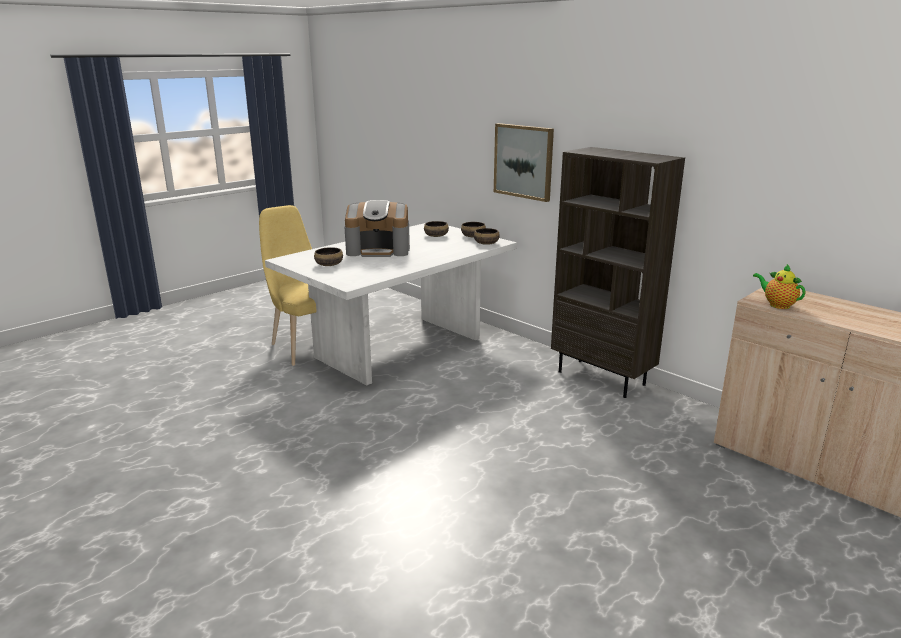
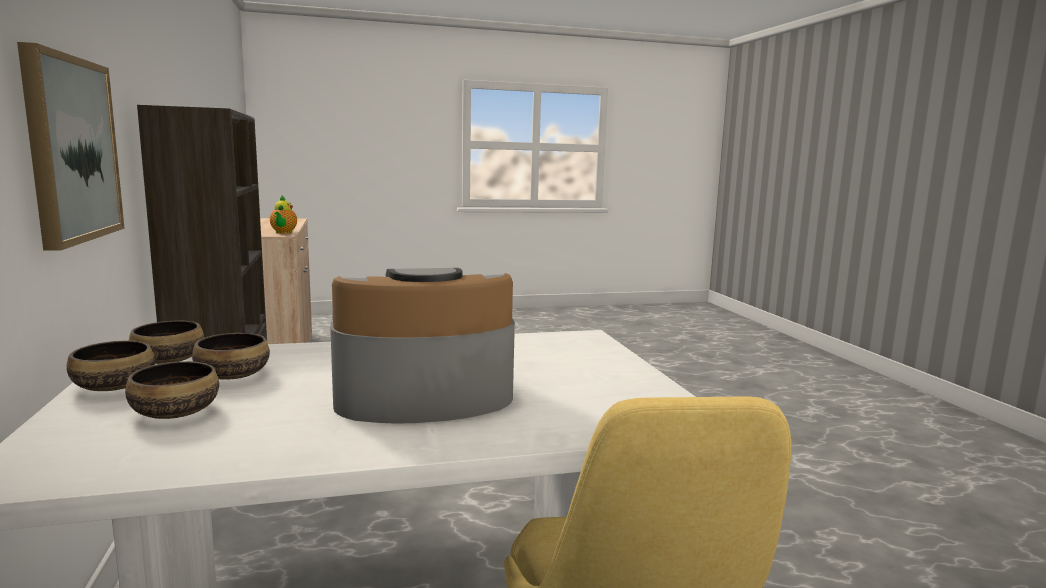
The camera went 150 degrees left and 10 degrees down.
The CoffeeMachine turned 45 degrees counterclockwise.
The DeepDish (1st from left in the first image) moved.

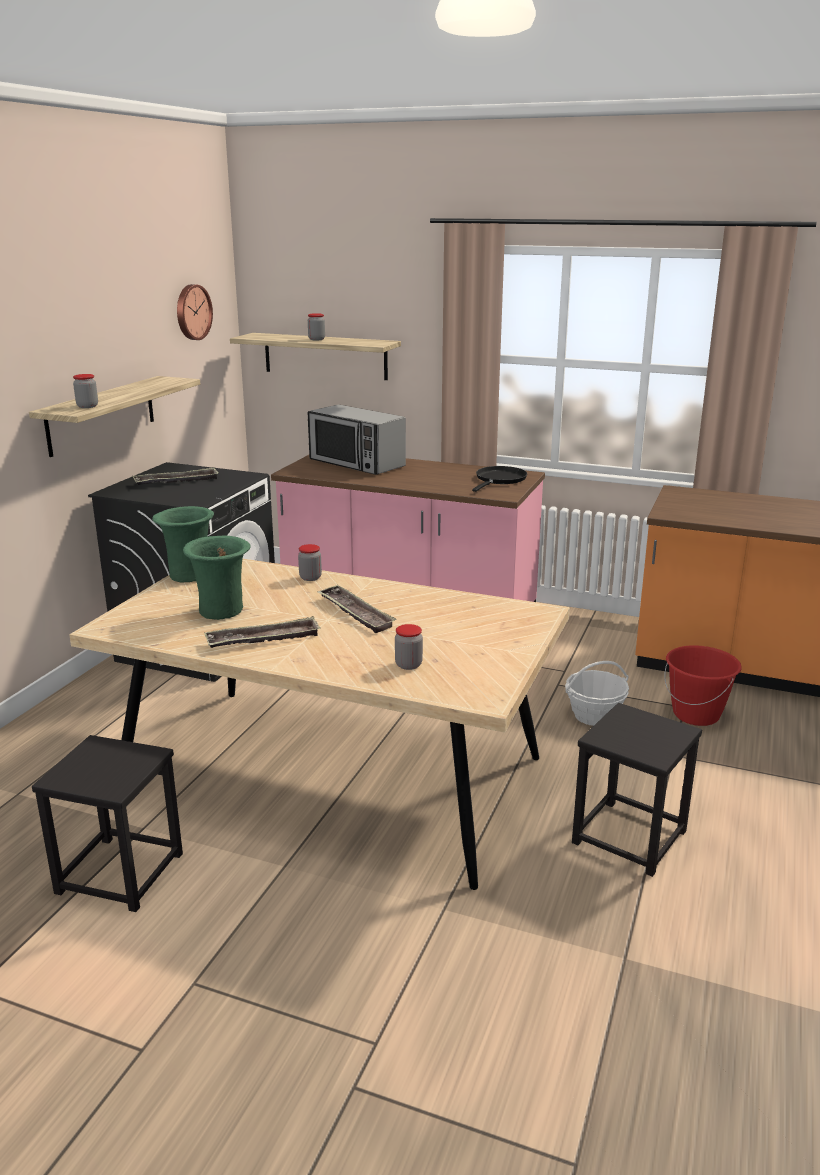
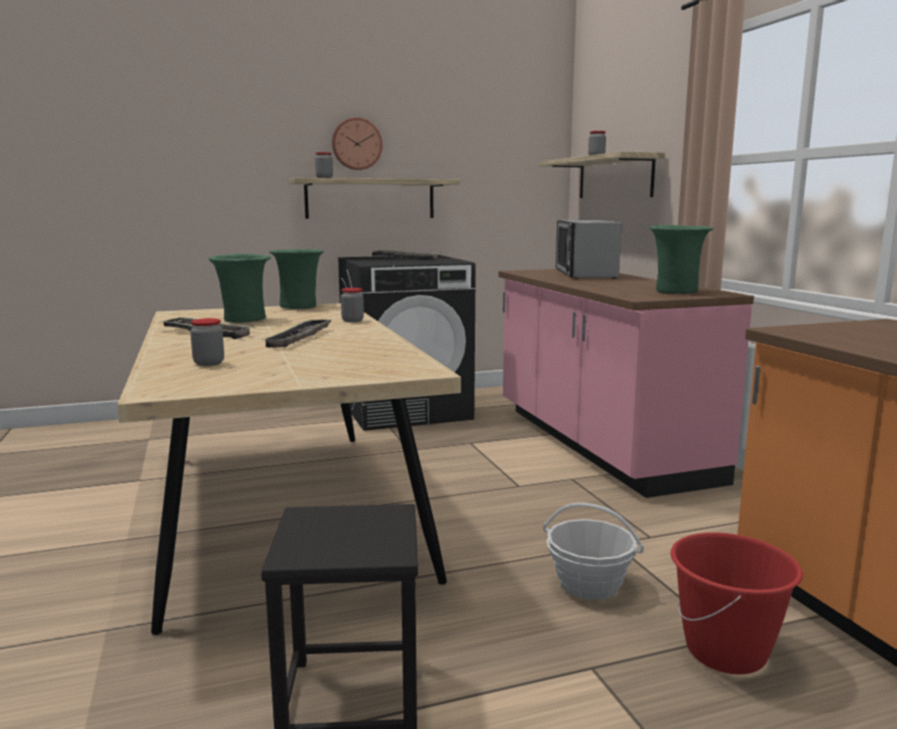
The camera went 50 degrees right and 10 degrees down.
The WallClock moved.
The BlackColouredSkillet was replaced by the GreenVase (3rd from left).
The BlackColouredStool (1st from left) disappeared.

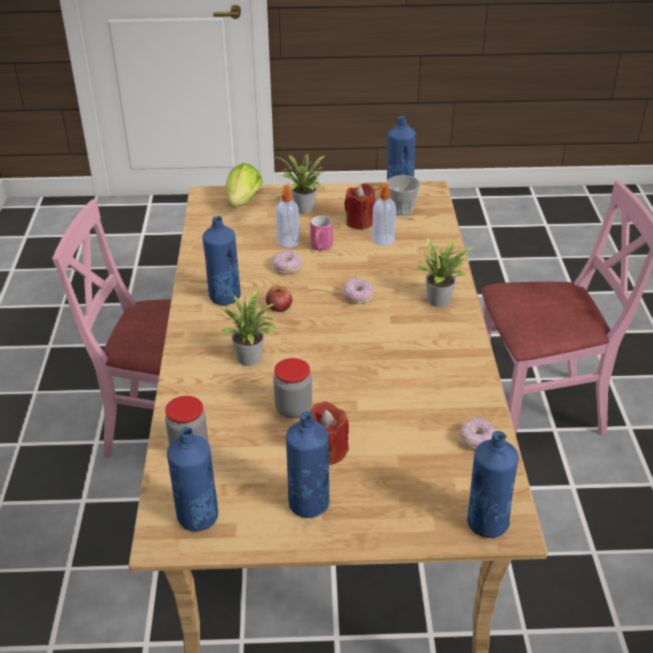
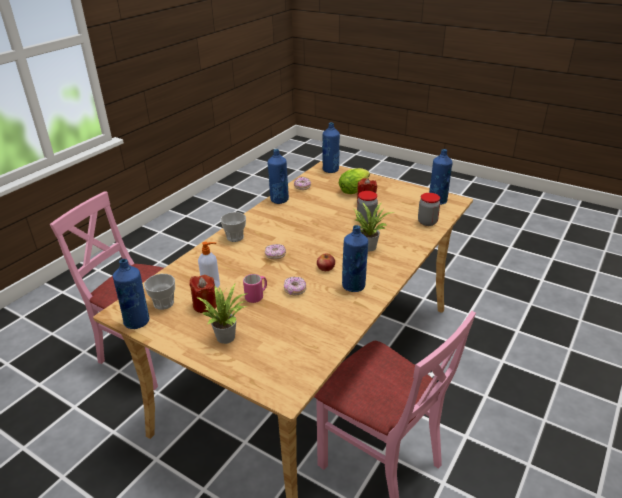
The camera went 145 degrees left and 5 degrees down.
The HeadOfLettuce moved.
The SoapDispenser (1st from left) disappeared.
The PottedPlant (3rd from left) was replaced by the DrinkingCup (2nd from left).
The BluishBeverageBottle (3rd from left in the first image) moved.

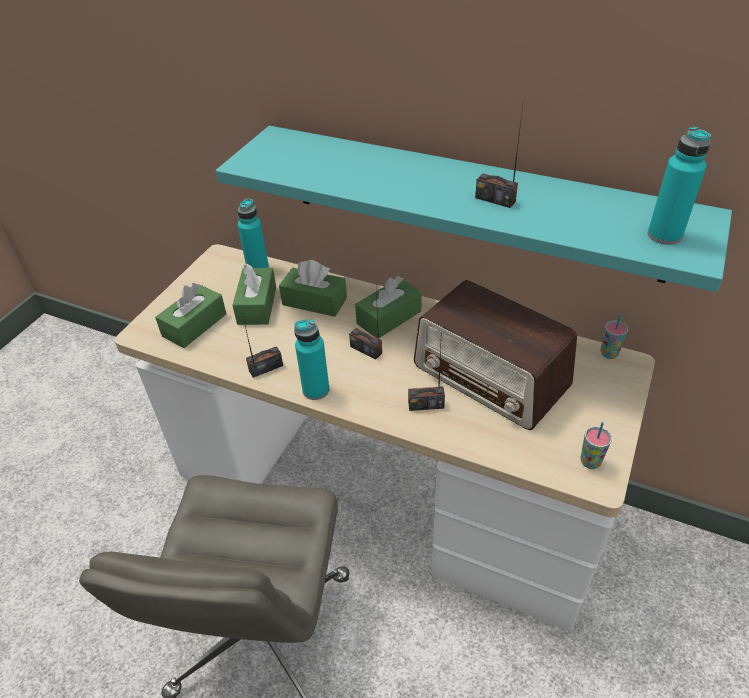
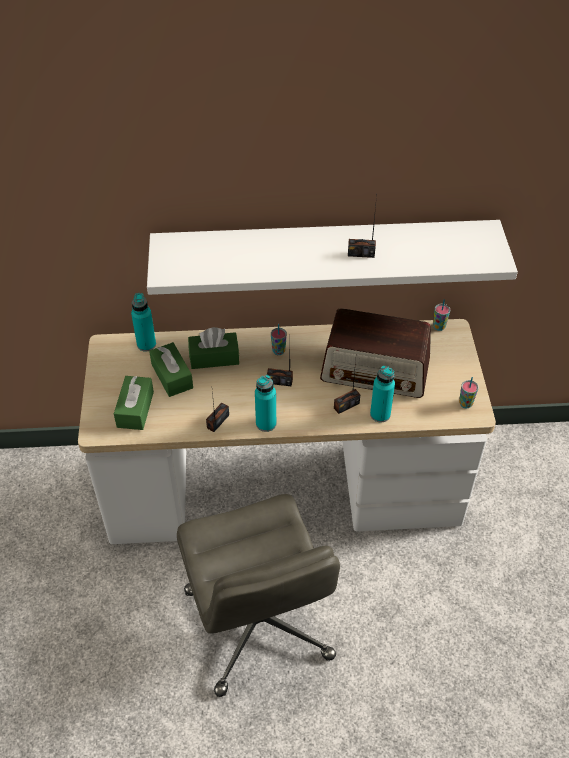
The camera went 30 degrees left and 5 degrees up.
The BlueGreenShelf became the WhiteShelf.
The BlueGreenBeverageBottle (3rd from left) moved.
The GreenBoxOfTissues (4th from left) was replaced by the DrinkingCup (1st from left).

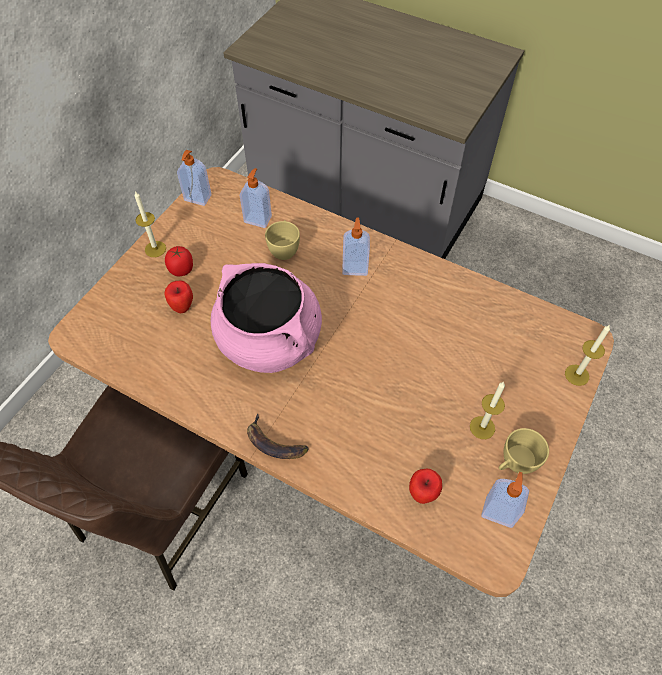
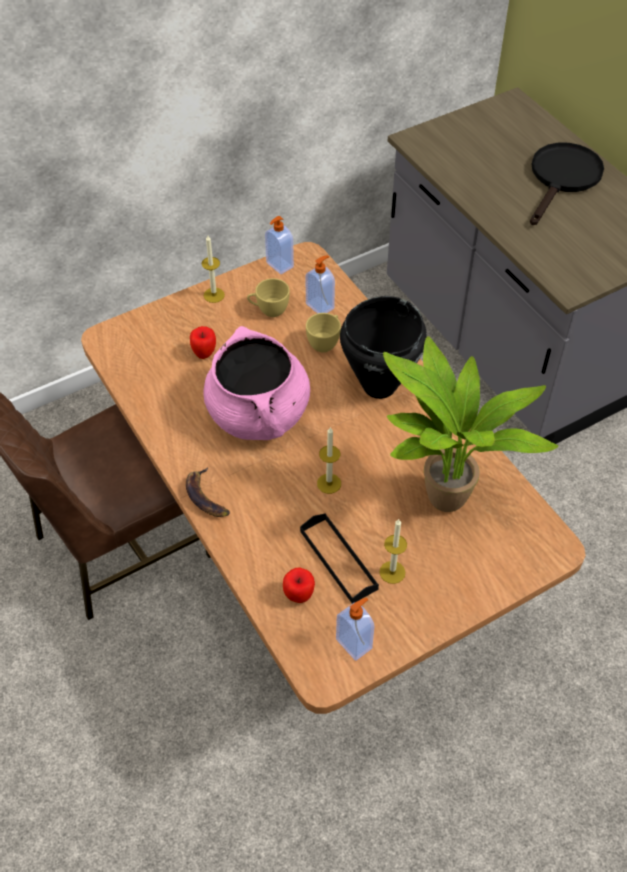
The camera went 30 degrees right and 5 degrees down.
The SoapDispenser (3rd from left) was replaced by the BlackColouredCookingPot.
The Tomato disappeared.
The Candle (3rd from left in the first image) moved.
The YellowDrinkingCup (2nd from left in the first image) moved.
The BlackColouredSkillet appeared.
The PottedPlant appeared.
The BlackColouredCarryingTray appeared.

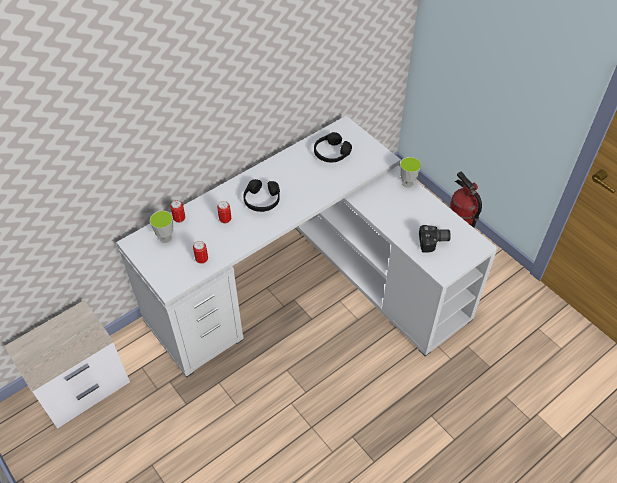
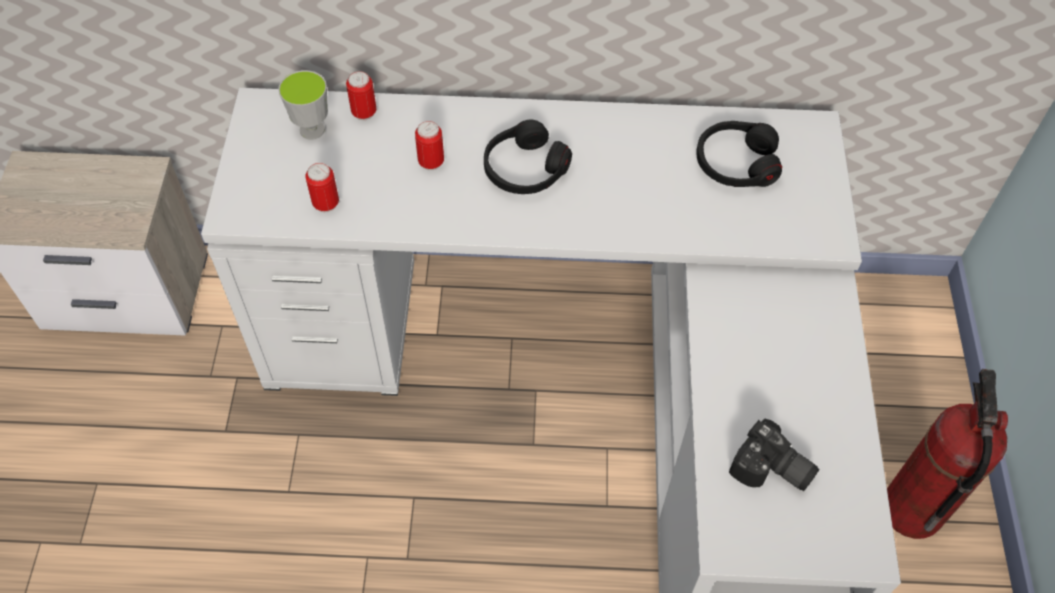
The camera went 40 degrees right and 5 degrees up.
The DrinkingCup (2nd from left) disappeared.

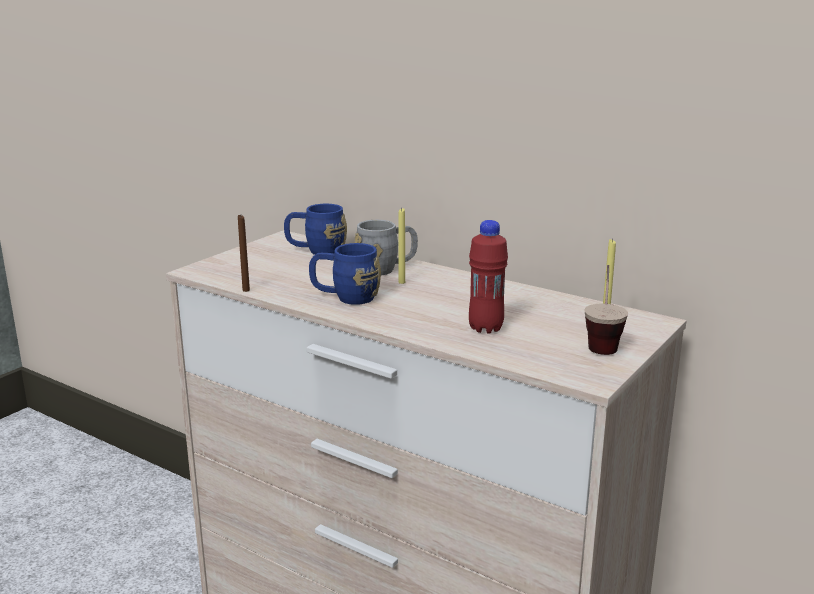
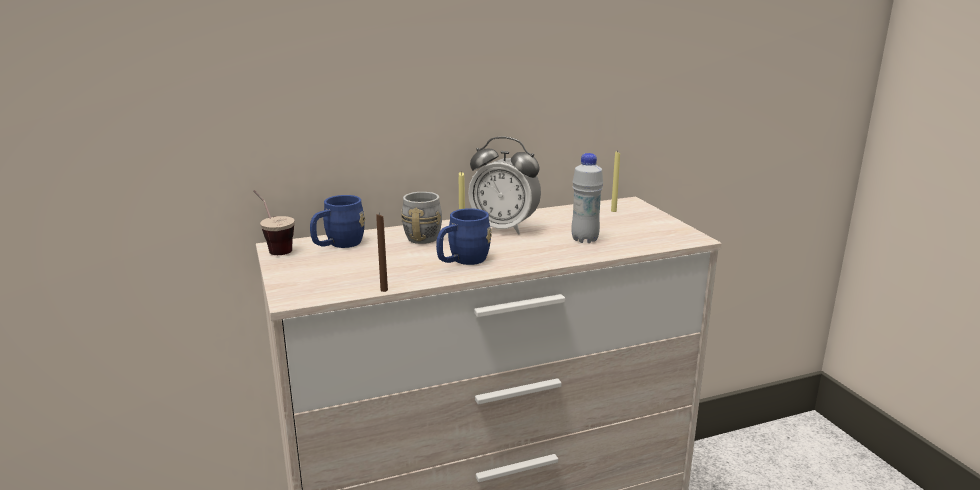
The camera went 55 degrees left and 0 degrees up.
The RedBeverageBottle became the WhiteBeverageBottle.
The DrinkingCup moved.
The AlarmClock appeared.

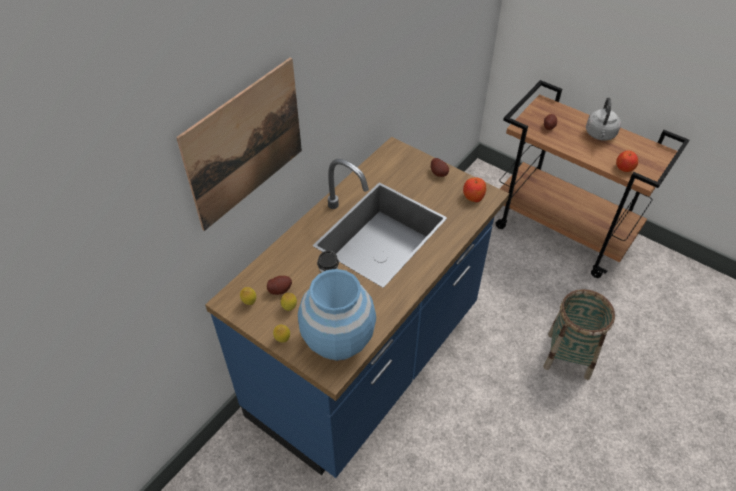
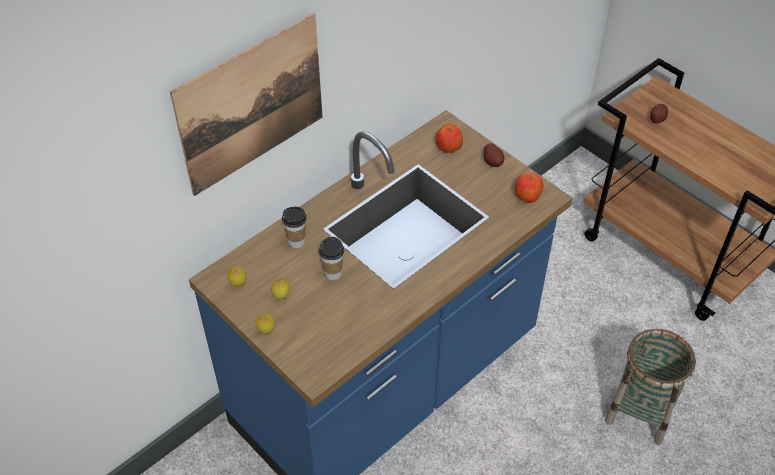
The camera went 10 degrees right and 0 degrees up.
The GreyWaterKettle disappeared.
The AppleFruit (2nd from left in the first image) moved.
The BluishVase disappeared.
The Spud (1st from left) disappeared.
The DrinkingCup (1st from left) appeared.

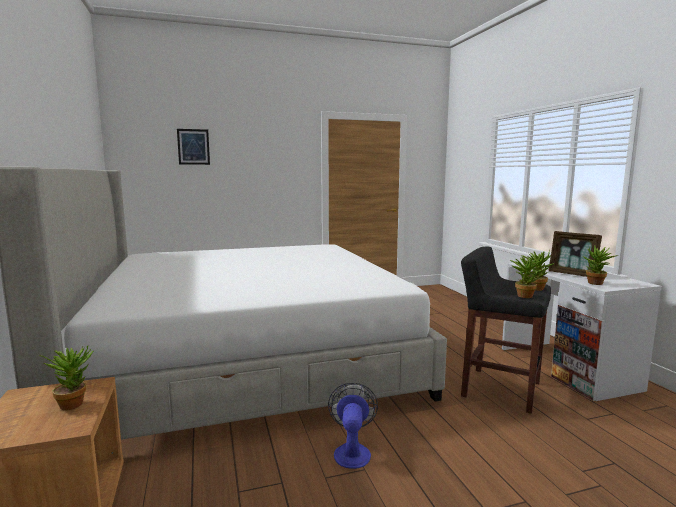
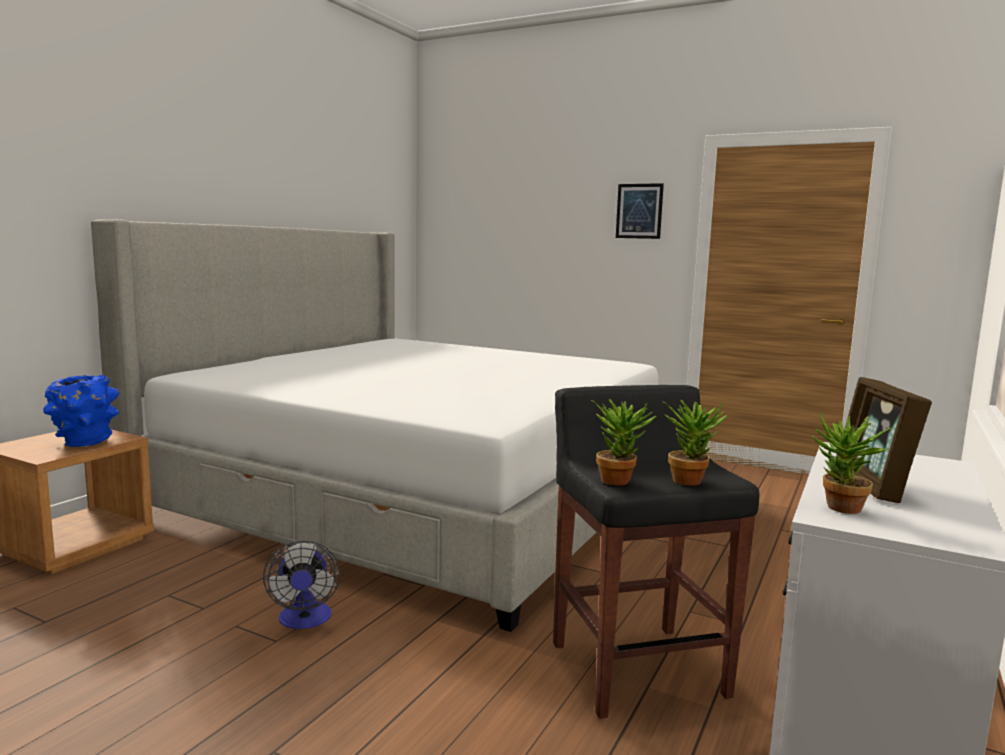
The camera went 45 degrees right and 0 degrees up.
The WallPicture moved.
The PottedPlant (1st from left) was replaced by the BluishVase.
The ElectricFan turned 120 degrees clockwise.

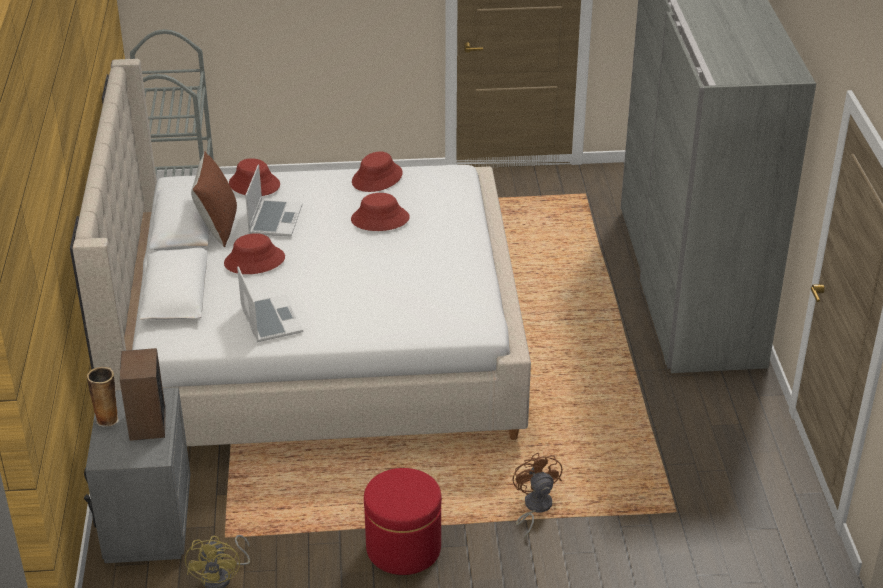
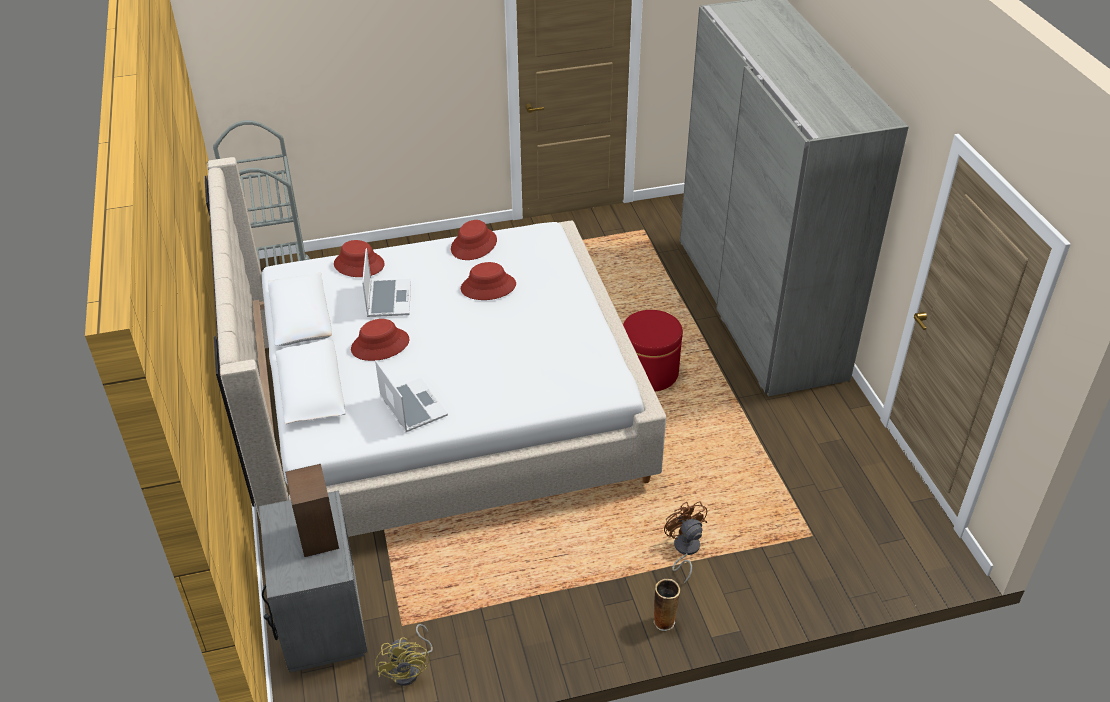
The camera went 10 degrees left and 5 degrees up.
The BrownishThrowPillow disappeared.
The Vase moved.
The RedPouffe moved.

